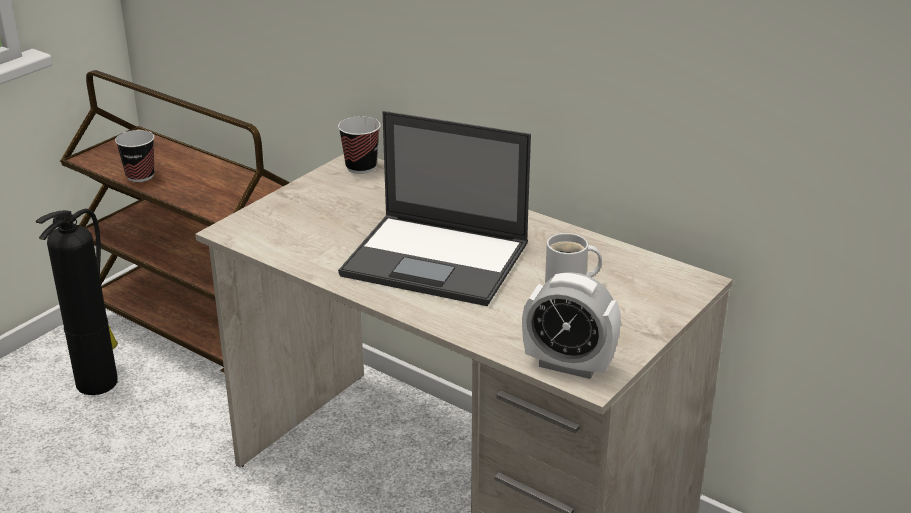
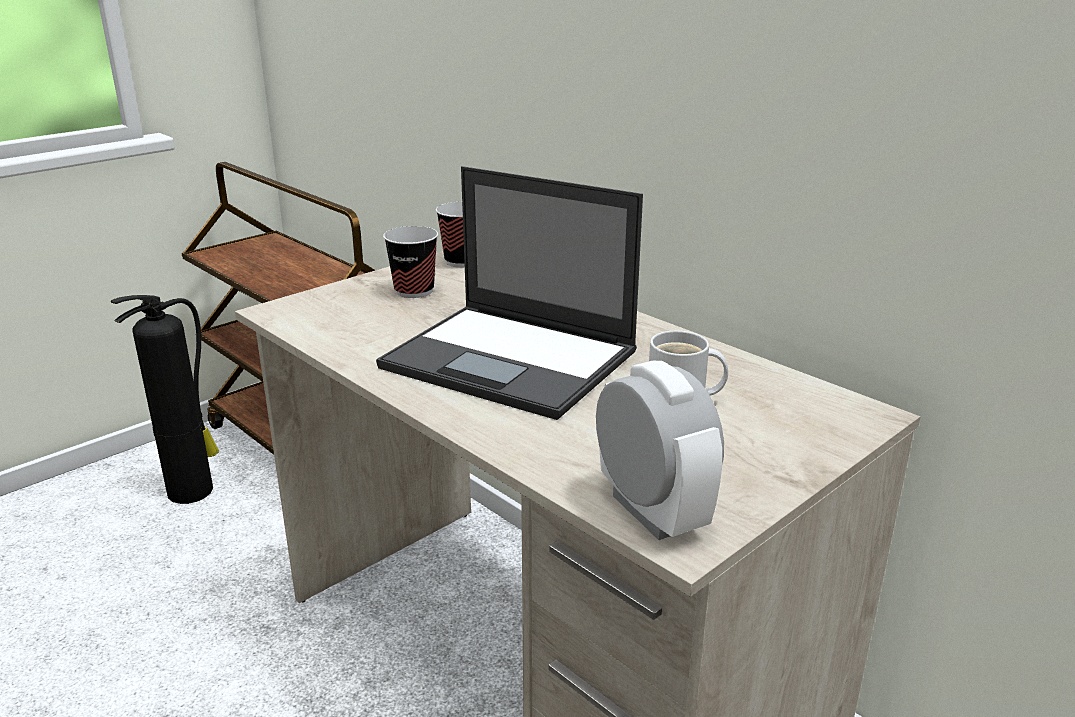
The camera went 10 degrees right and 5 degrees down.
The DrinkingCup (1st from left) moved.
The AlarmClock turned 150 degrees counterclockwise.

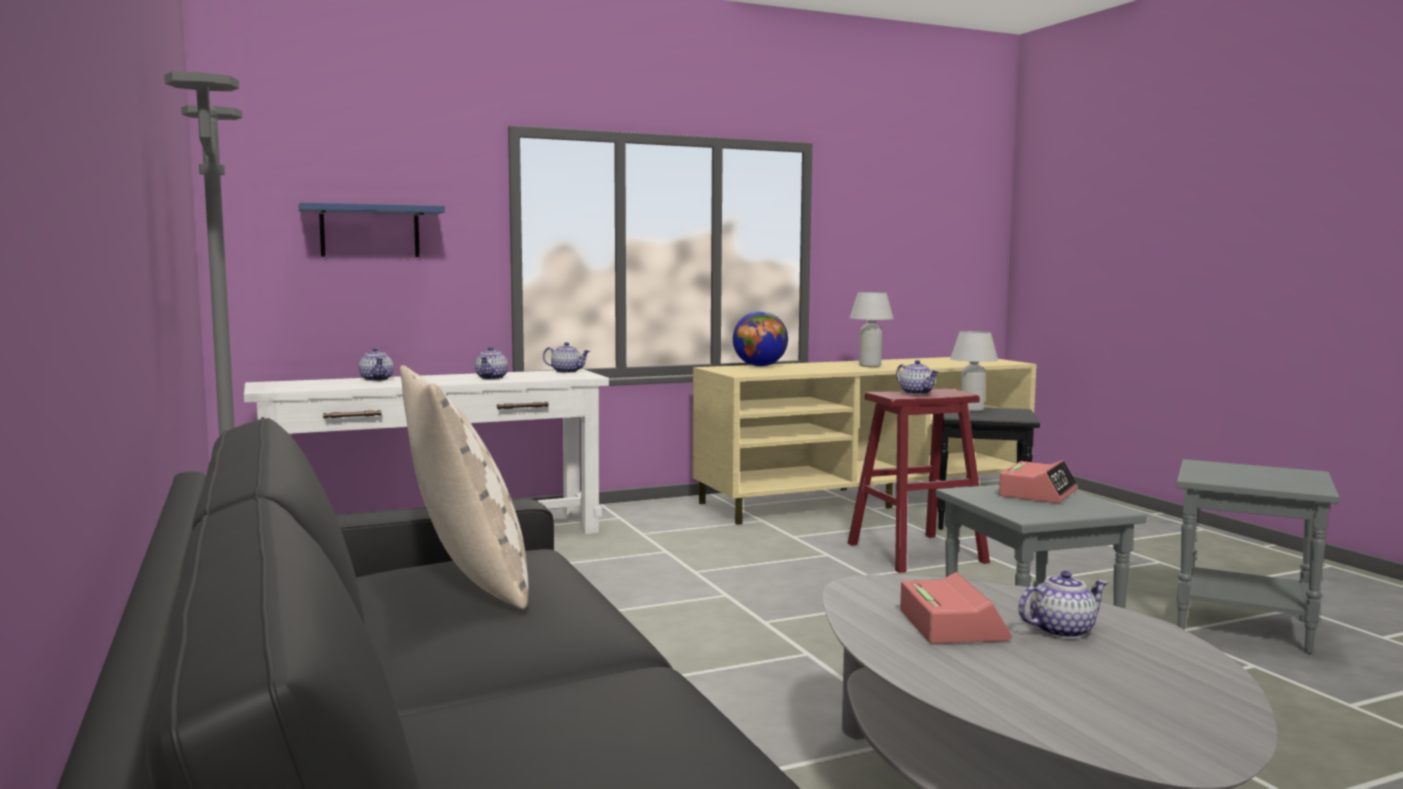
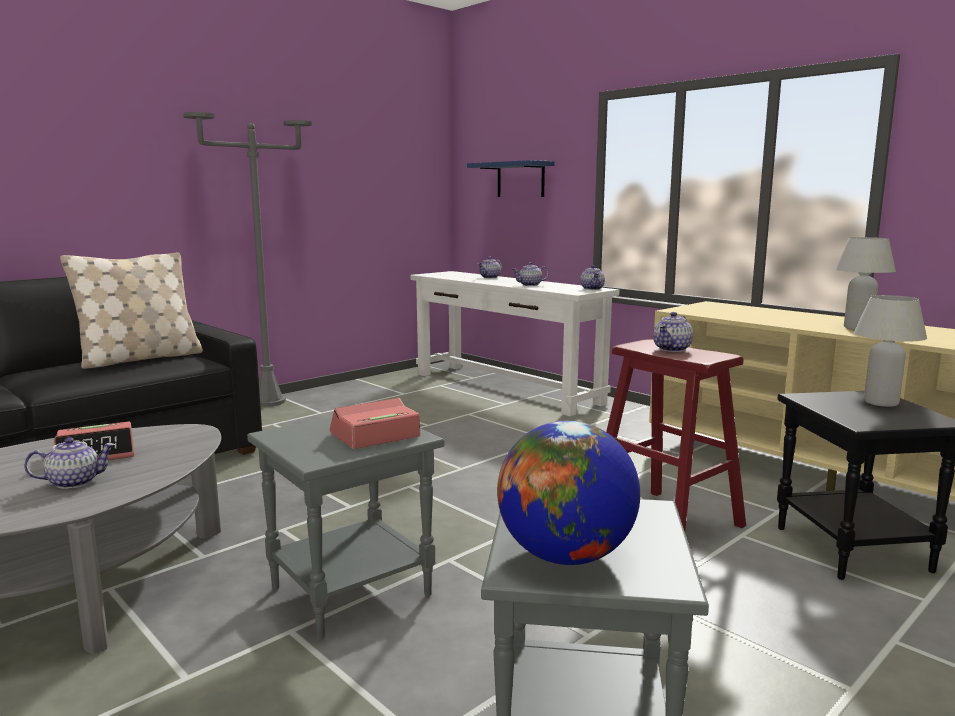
The camera went 70 degrees right and 5 degrees up.
The Globe moved.
The AlarmClock (2nd from left) turned 135 degrees clockwise.
The Teapot (5th from left in the first image) turned 75 degrees counterclockwise.

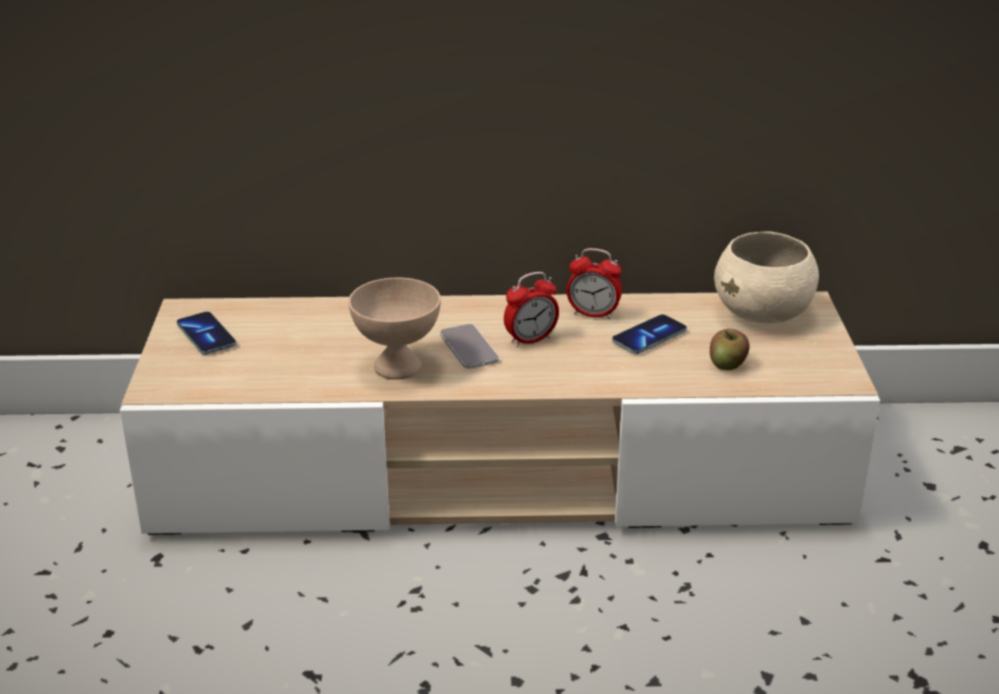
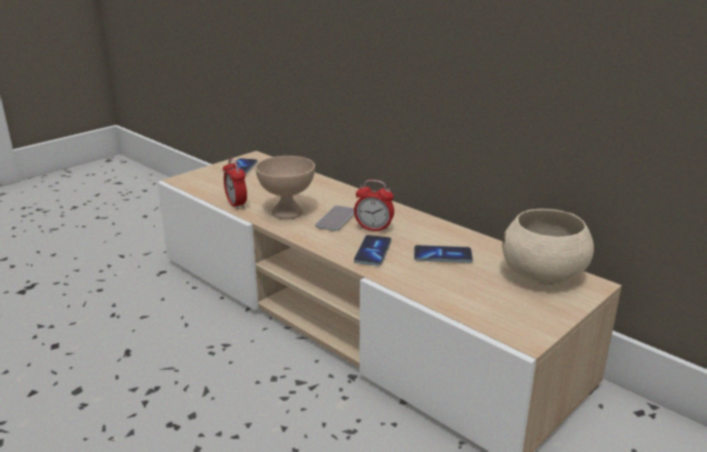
The camera went 45 degrees right and 5 degrees down.
The AlarmClock (2nd from left in the first image) moved.
The AppleFruit disappeared.
The Telephone (3rd from left) appeared.

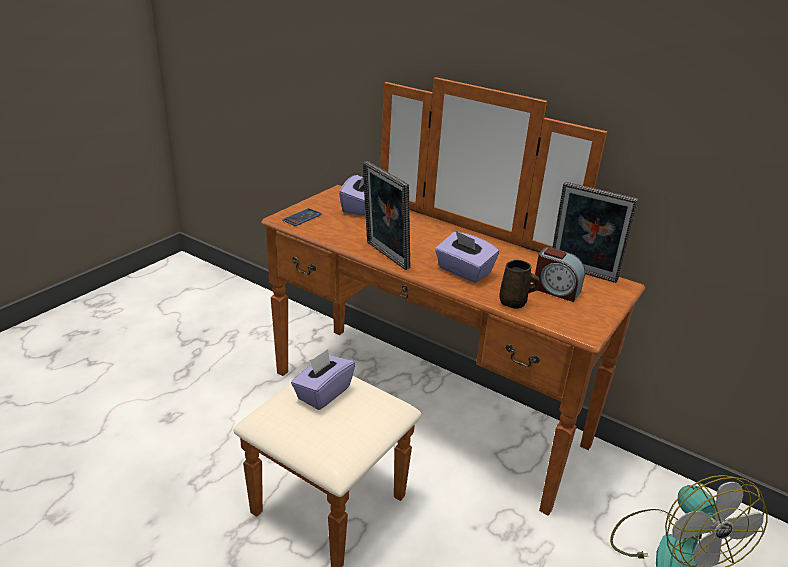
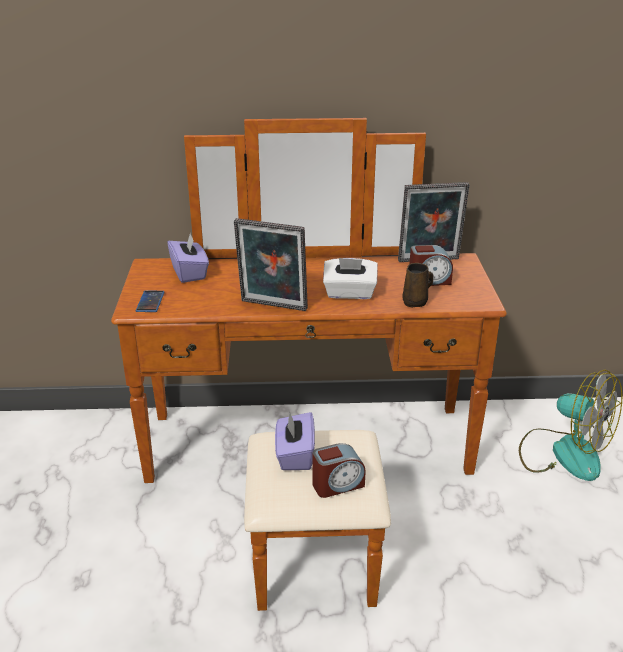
The camera went 35 degrees left and 0 degrees up.
The PurplishBoxOfTissues (3rd from left) became the WhiteBoxOfTissues.
The AlarmClock (1st from left) appeared.

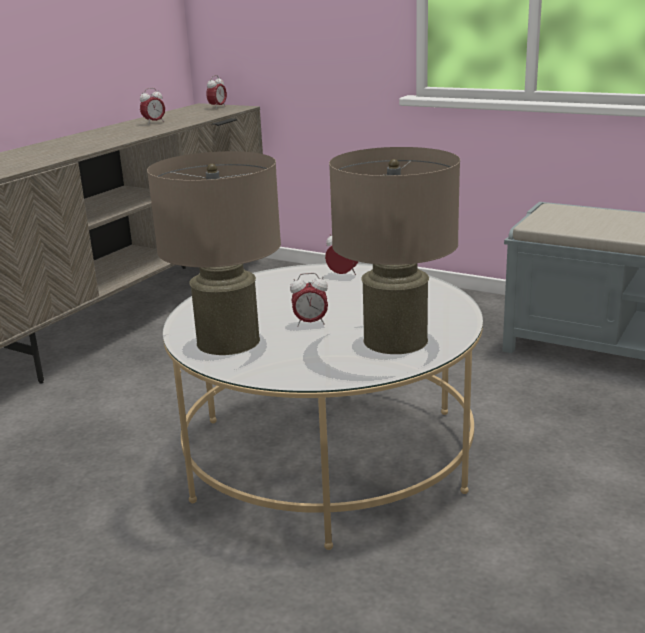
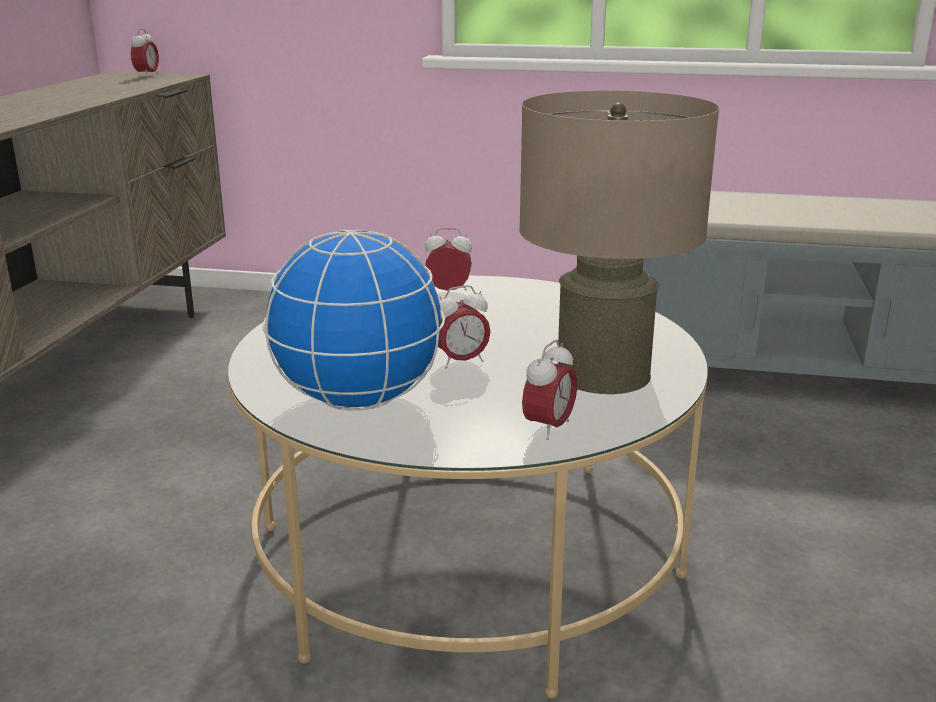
The camera went 20 degrees left and 0 degrees up.
The AlarmClock (1st from left in the first image) moved.
The SandColouredTabletopLamp (1st from left) was replaced by the Globe.

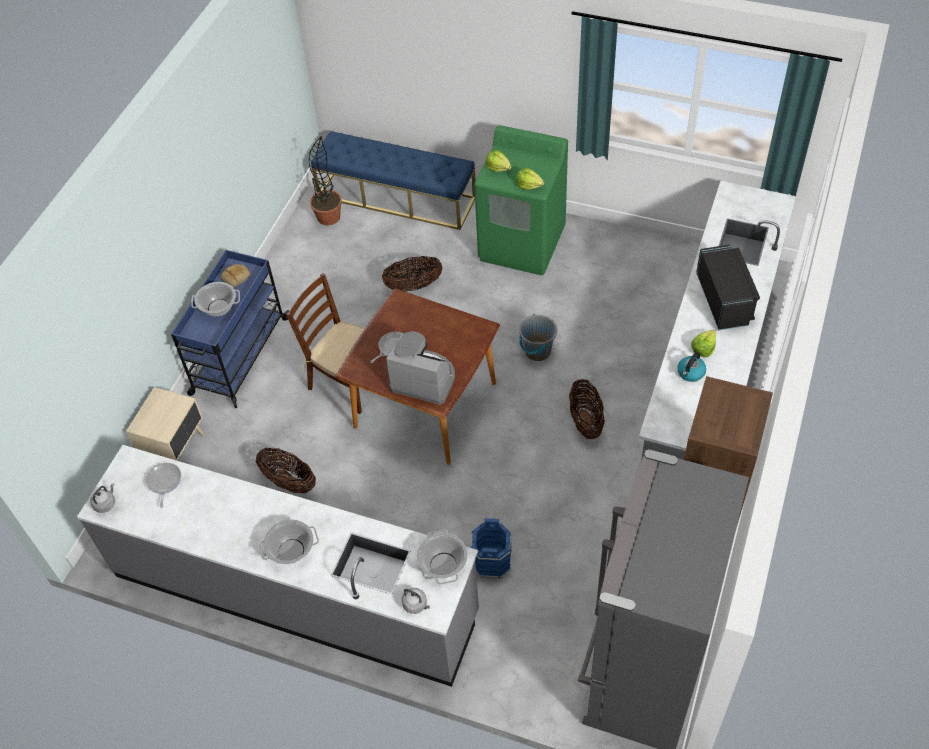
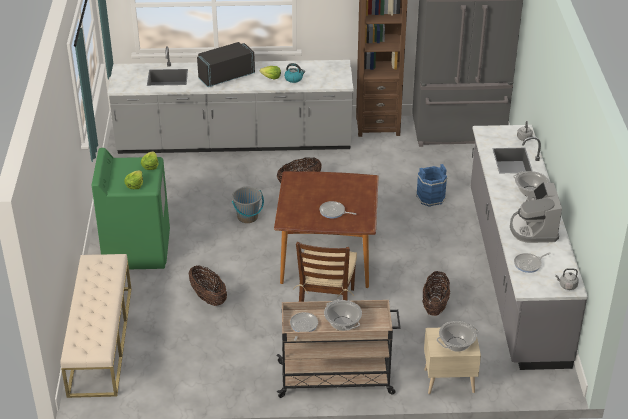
The camera went 115 degrees left and 15 degrees down.
The BluishLongSeat became the SandColouredLongSeat.
The PottedPlant disappeared.
The BluishWheeledCart became the SandColouredWheeledCart.
The Bread was replaced by the Skillet (1st from left).
The CoffeeMachine moved.
The CookingPot (3rd from left in the first image) moved.

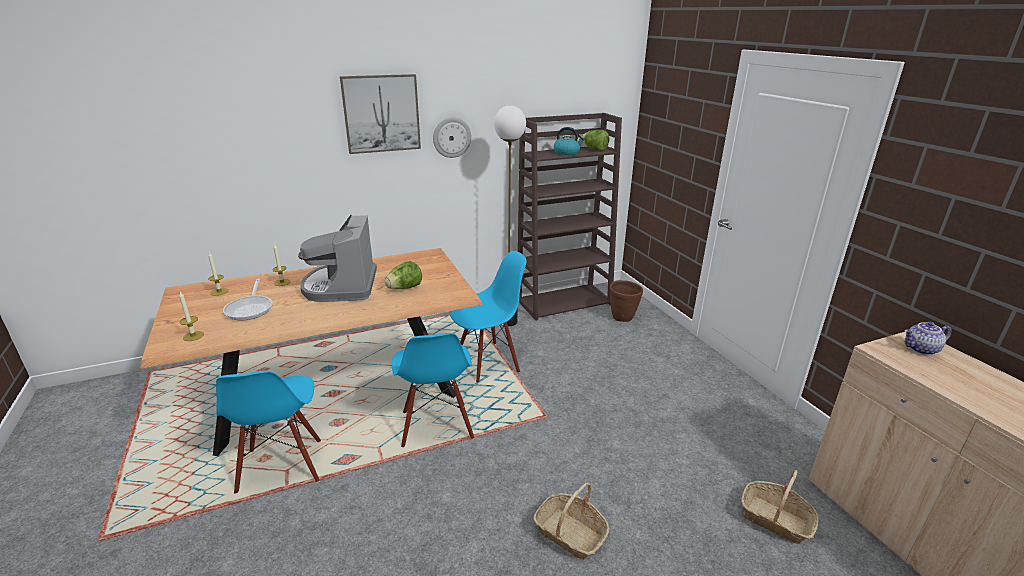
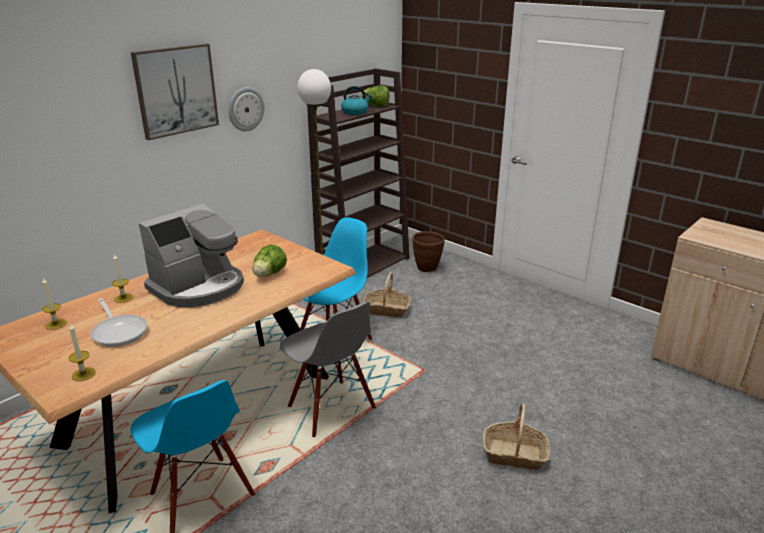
The camera went 25 degrees left and 0 degrees up.
The CoffeeMachine turned 105 degrees counterclockwise.
The Teapot disappeared.
The BluishPlainChair (2nd from left) became the GreyPlainChair.
The StorageBasket (2nd from left in the first image) moved.

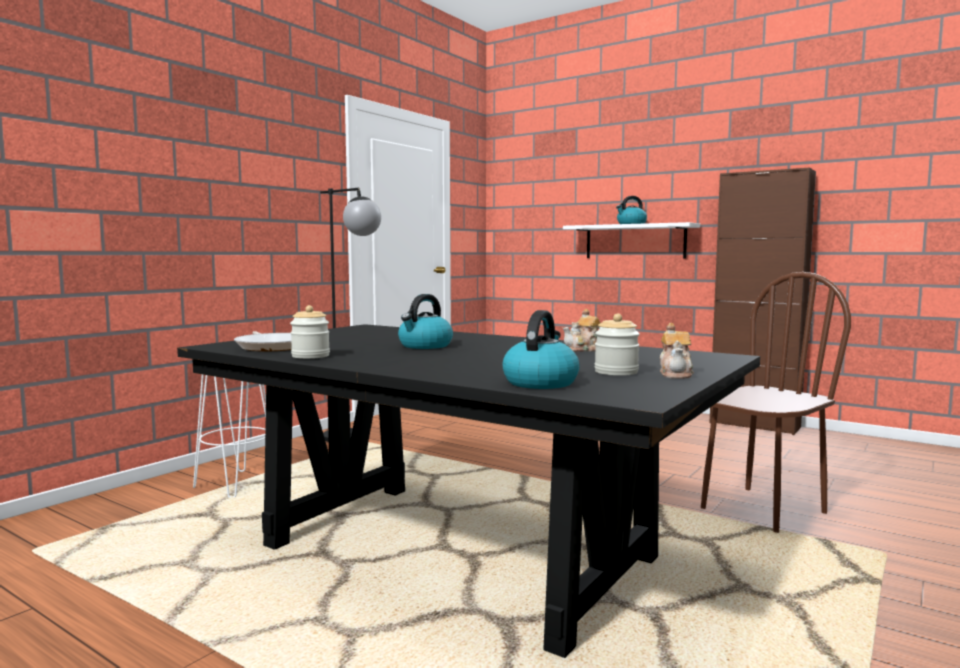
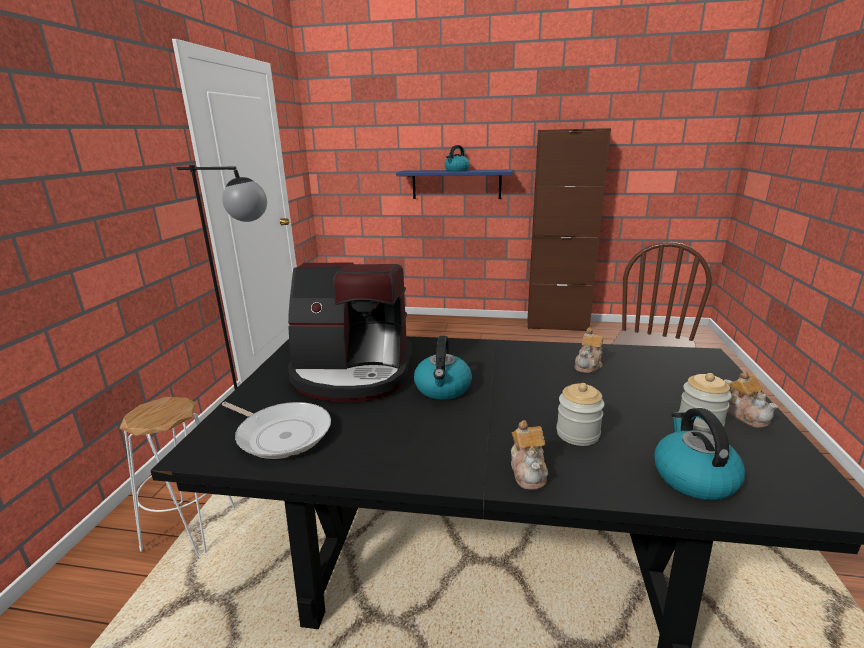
The camera went 25 degrees left and 15 degrees up.
The WhiteShelf became the BluishShelf.
The Jar (1st from left) moved.
The CoffeeMachine appeared.
The Teapot (1st from left) appeared.

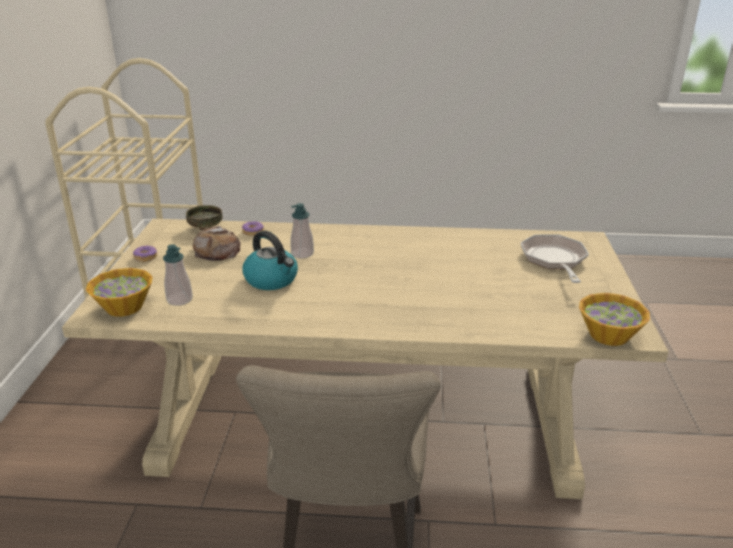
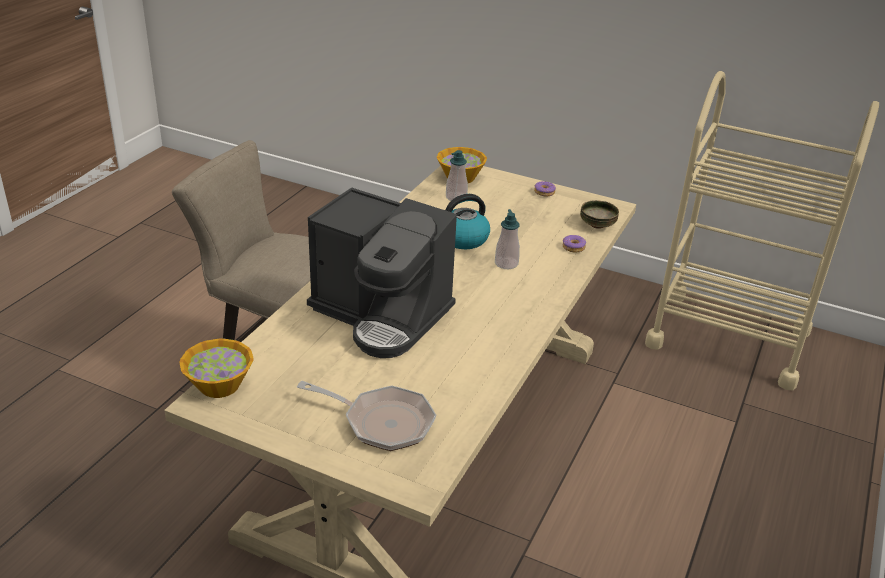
The camera went 110 degrees right and 5 degrees up.
The Bread disappeared.
The CoffeeMachine appeared.

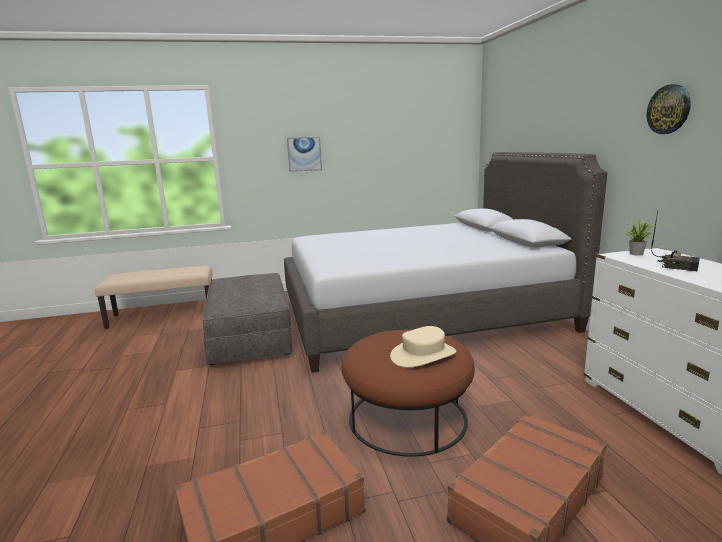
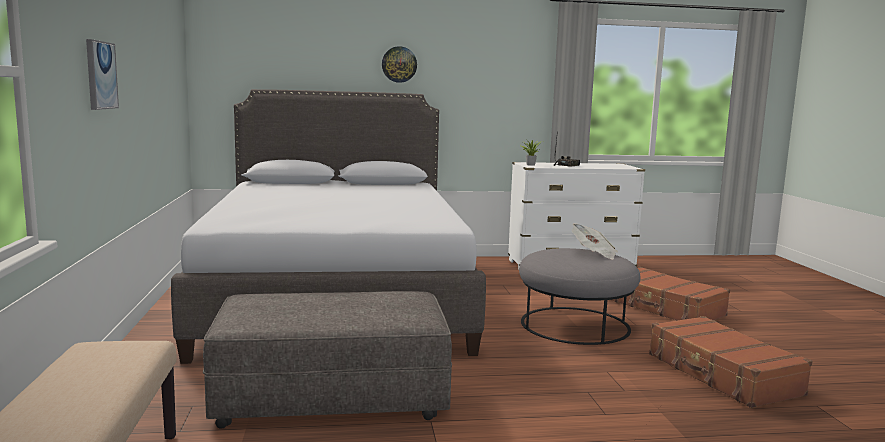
The camera went 85 degrees left and 5 degrees down.
The WallClock moved.
The SandColouredHat was replaced by the Newspaper.
The BrownishPouffe became the GreyPouffe (2nd from left).

